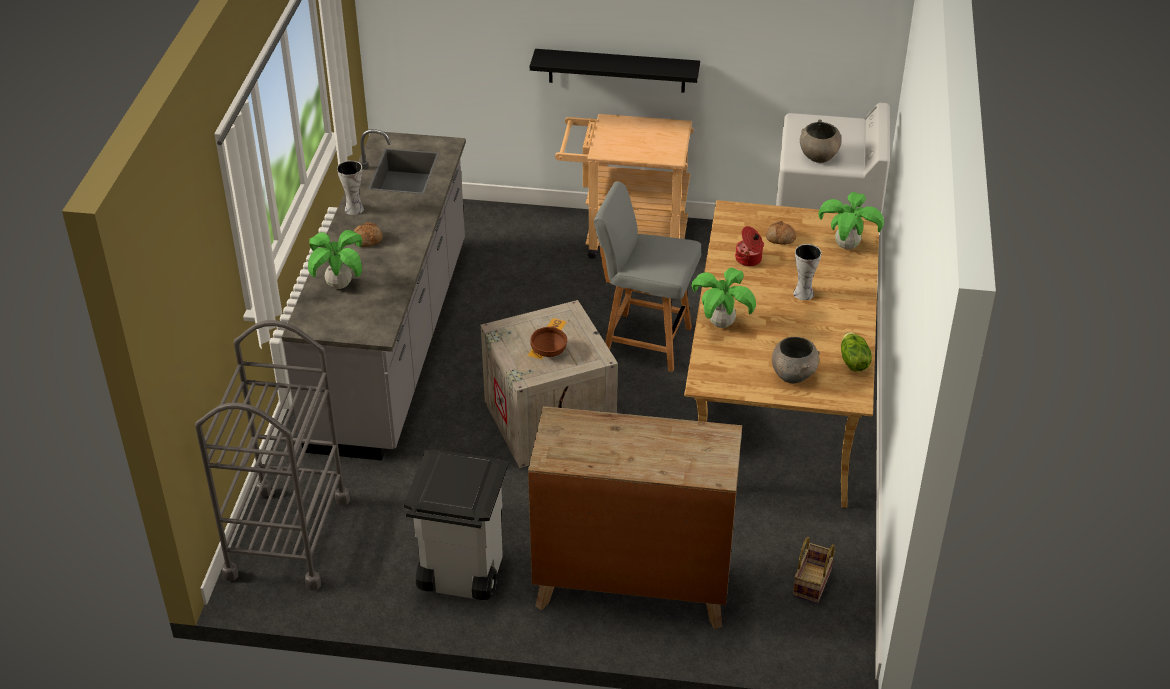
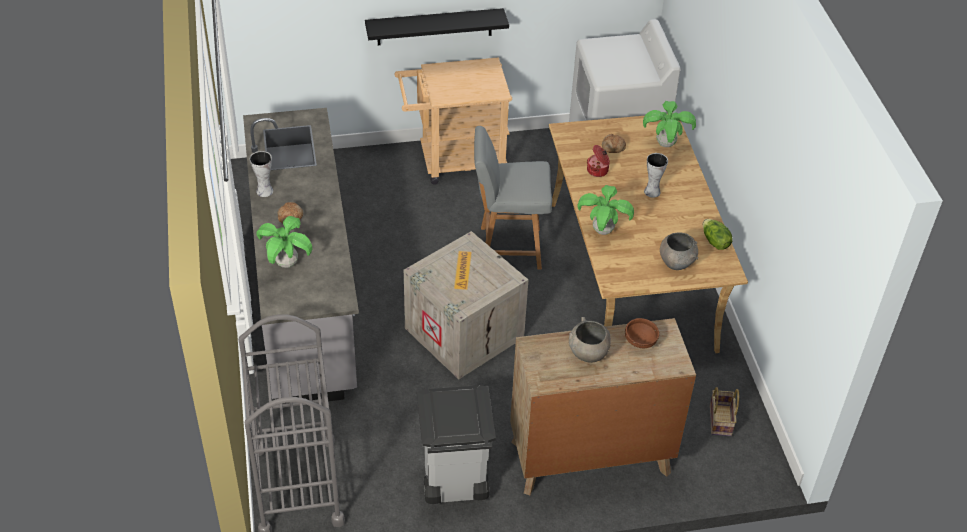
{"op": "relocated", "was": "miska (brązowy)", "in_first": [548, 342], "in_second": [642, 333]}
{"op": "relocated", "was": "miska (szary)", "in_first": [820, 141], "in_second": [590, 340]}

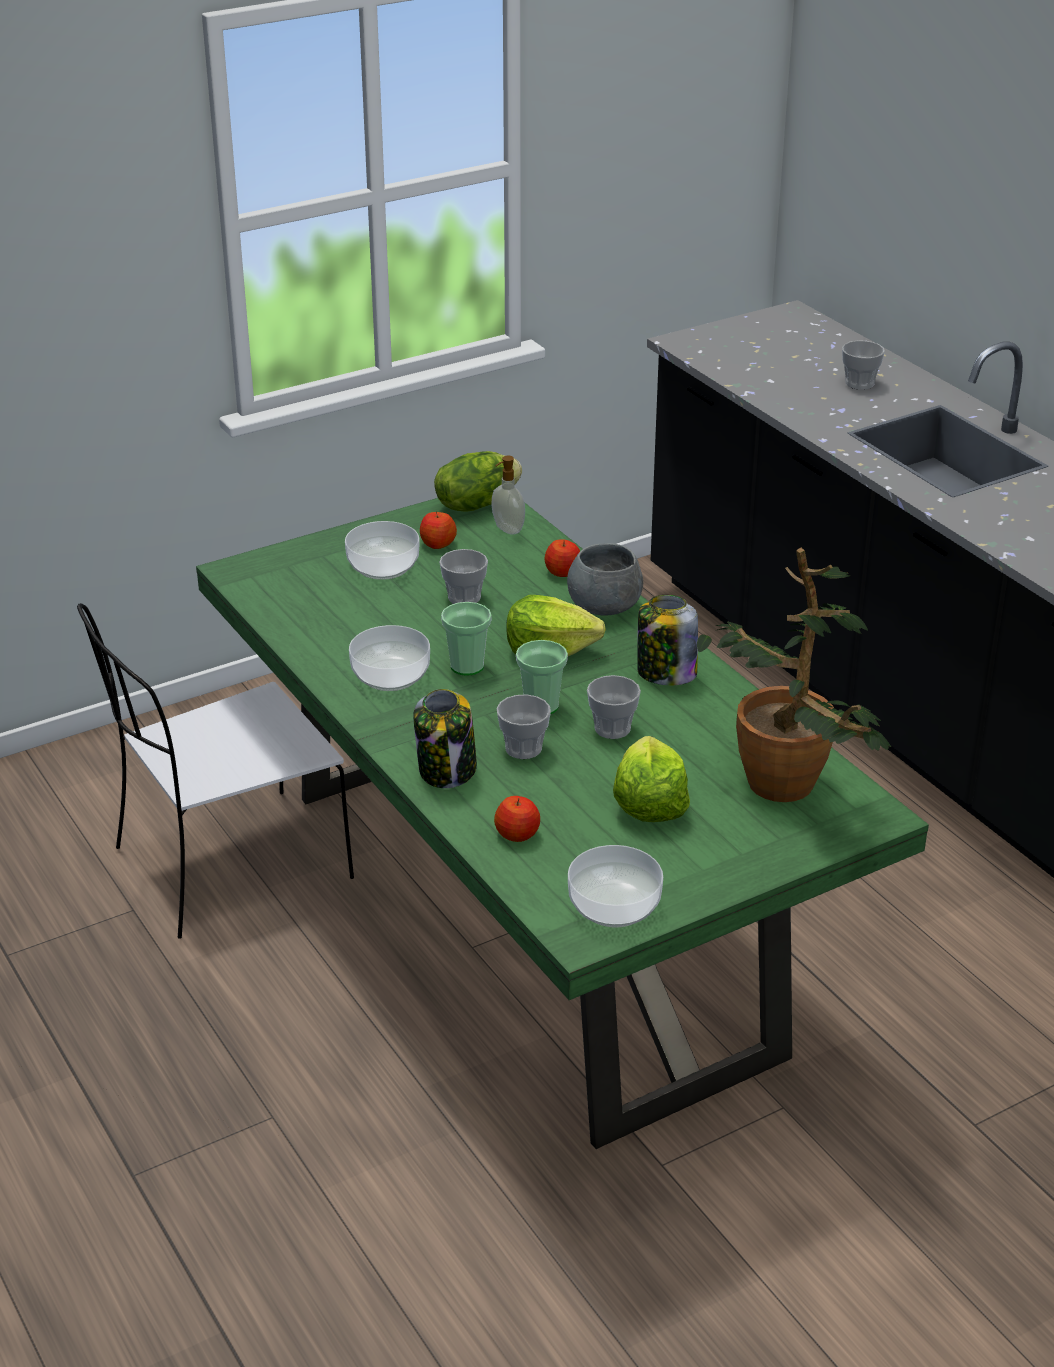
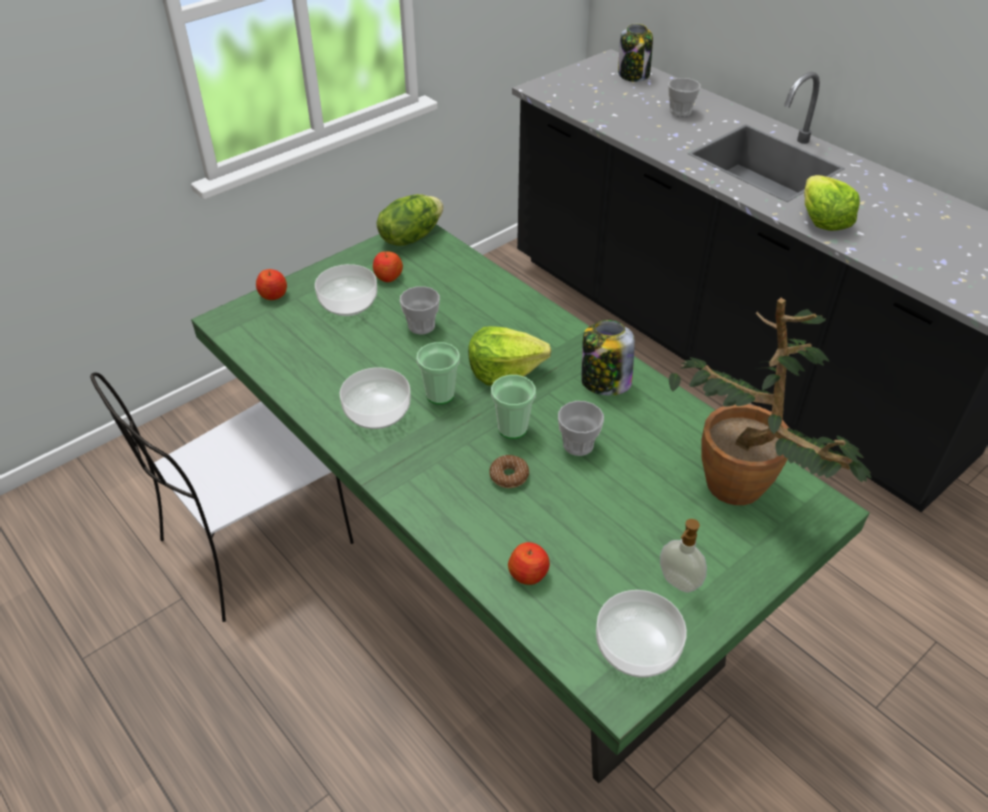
{"op": "relocated", "was": "słoik", "in_first": [445, 738], "in_second": [635, 53]}
{"op": "relocated", "was": "dozownik mydła", "in_first": [508, 495], "in_second": [683, 556]}
{"op": "exchanged", "was": "filiżanka", "now": "donut", "in_first": [523, 726], "in_second": [509, 471]}
{"op": "relocated", "was": "jabłko", "in_first": [562, 558], "in_second": [271, 284]}
{"op": "missing", "was": "miska (szary)", "in_first": [605, 579]}
{"op": "relocated", "was": "sałata", "in_first": [651, 779], "in_second": [832, 203]}

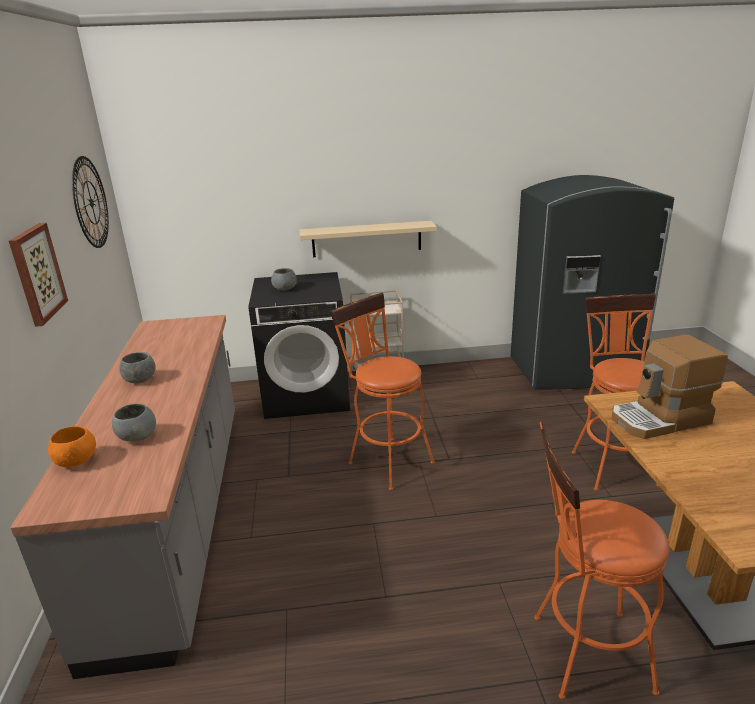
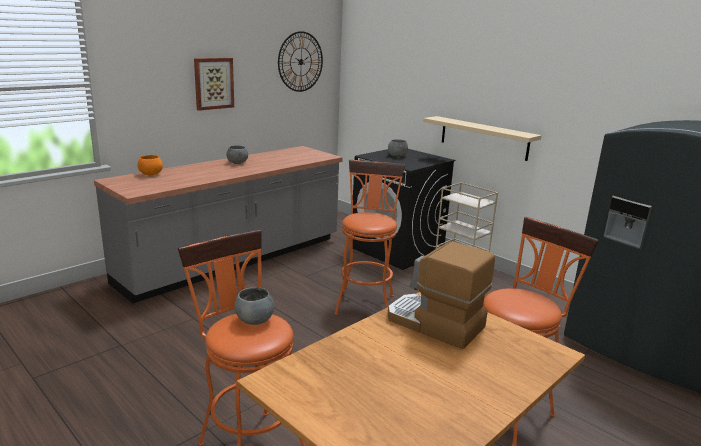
{"op": "relocated", "was": "miska (szary)", "in_first": [134, 423], "in_second": [254, 306]}

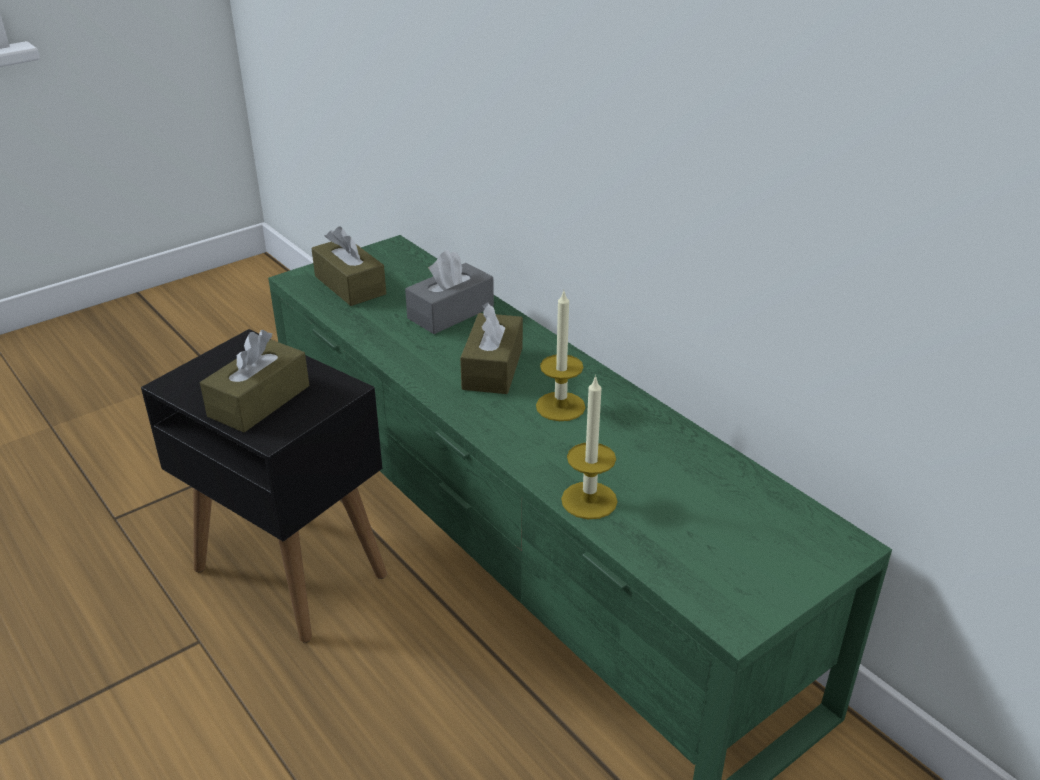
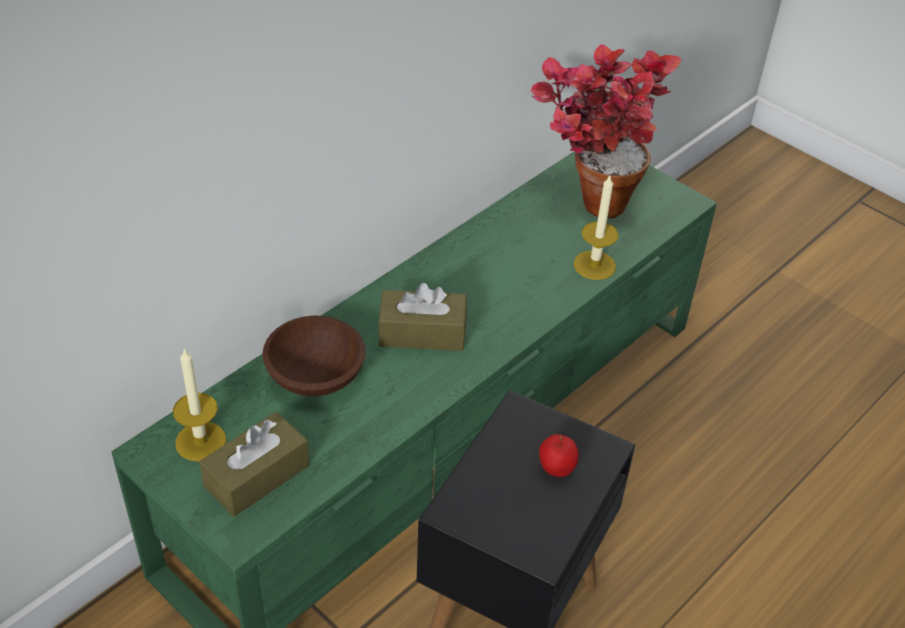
{"op": "exchanged", "was": "pudełko chusteczek (brązowy)", "now": "jabłko", "in_first": [255, 381], "in_second": [559, 455]}
{"op": "exchanged", "was": "pudełko chusteczek (szary)", "now": "miska (brązowy)", "in_first": [449, 292], "in_second": [314, 356]}
{"op": "relocated", "was": "świeca", "in_first": [561, 355], "in_second": [199, 405]}
{"op": "appeared", "now": "roślina doniczkowa", "in_second": [606, 131]}

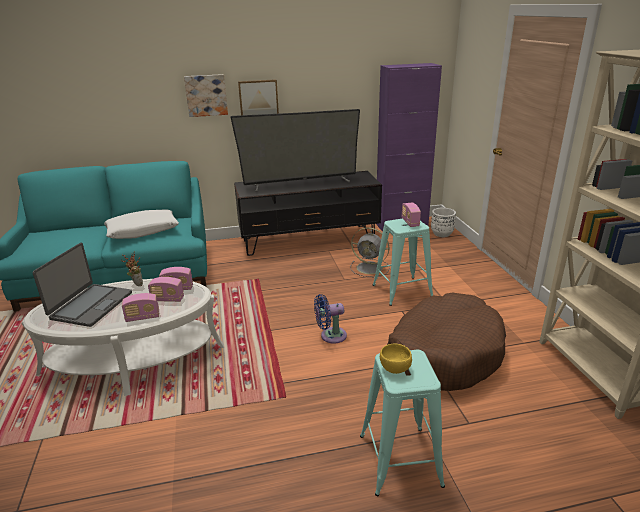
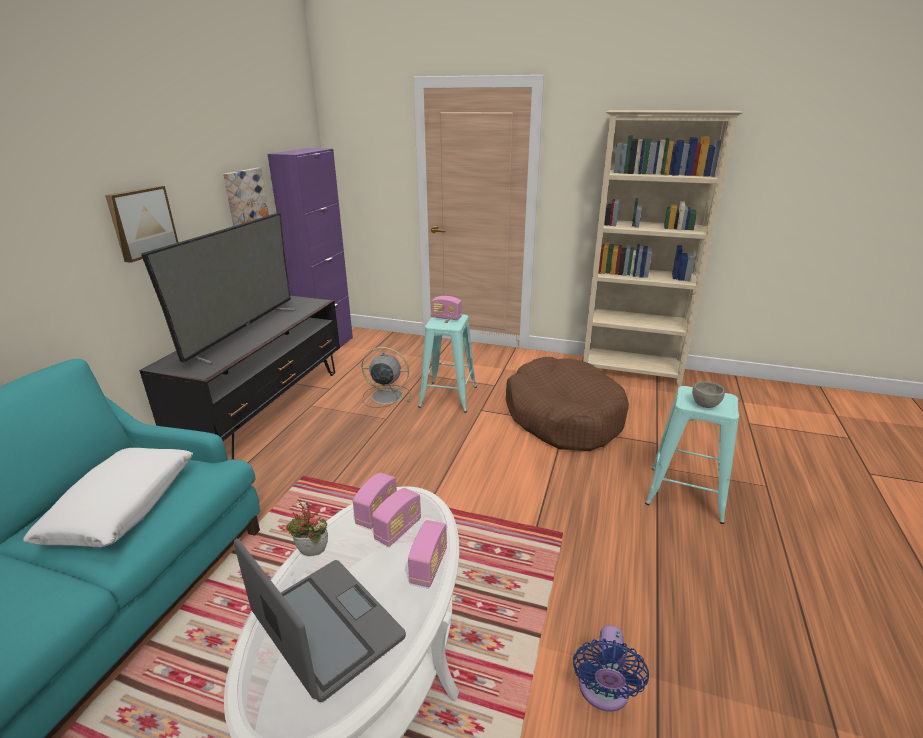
{"op": "relocated", "was": "obraz", "in_first": [206, 95], "in_second": [246, 197]}
{"op": "relocated", "was": "wentylator (niebieski)", "in_first": [330, 319], "in_second": [611, 668]}
{"op": "spun", "was": "wentylator (szary)", "in_first": [370, 252], "in_second": [386, 377], "clockwise": -135}
{"op": "colour", "was": "miska (żółty)", "now": "miska (szary)", "in_first": [396, 359], "in_second": [708, 394]}
{"op": "missing", "was": "donica (biały)", "in_first": [443, 222]}

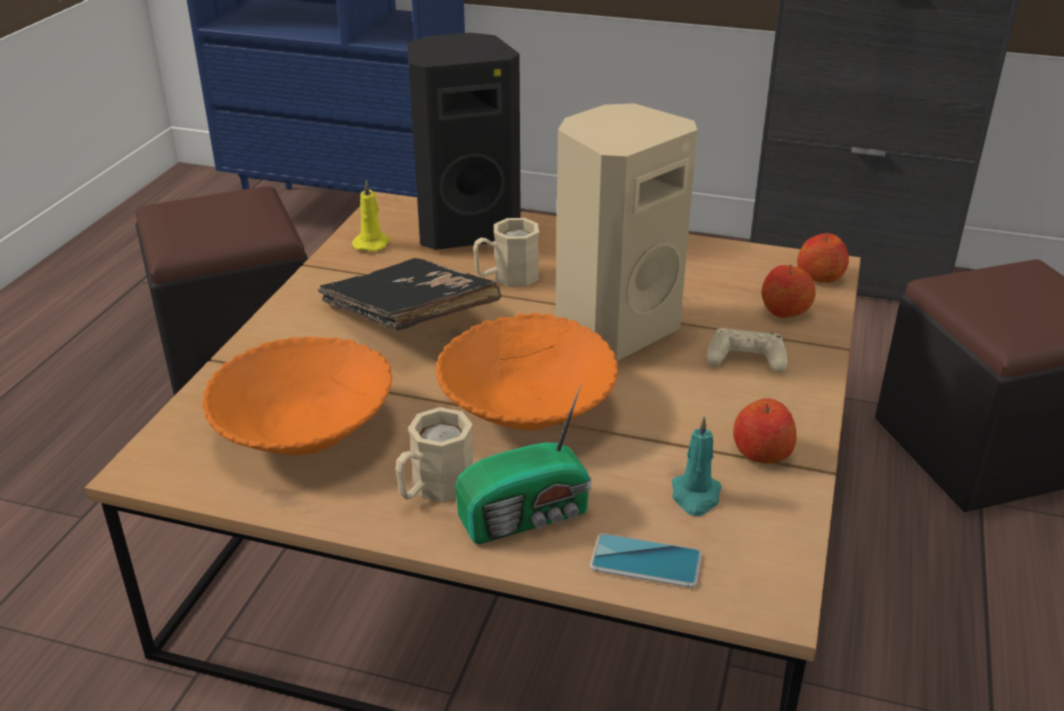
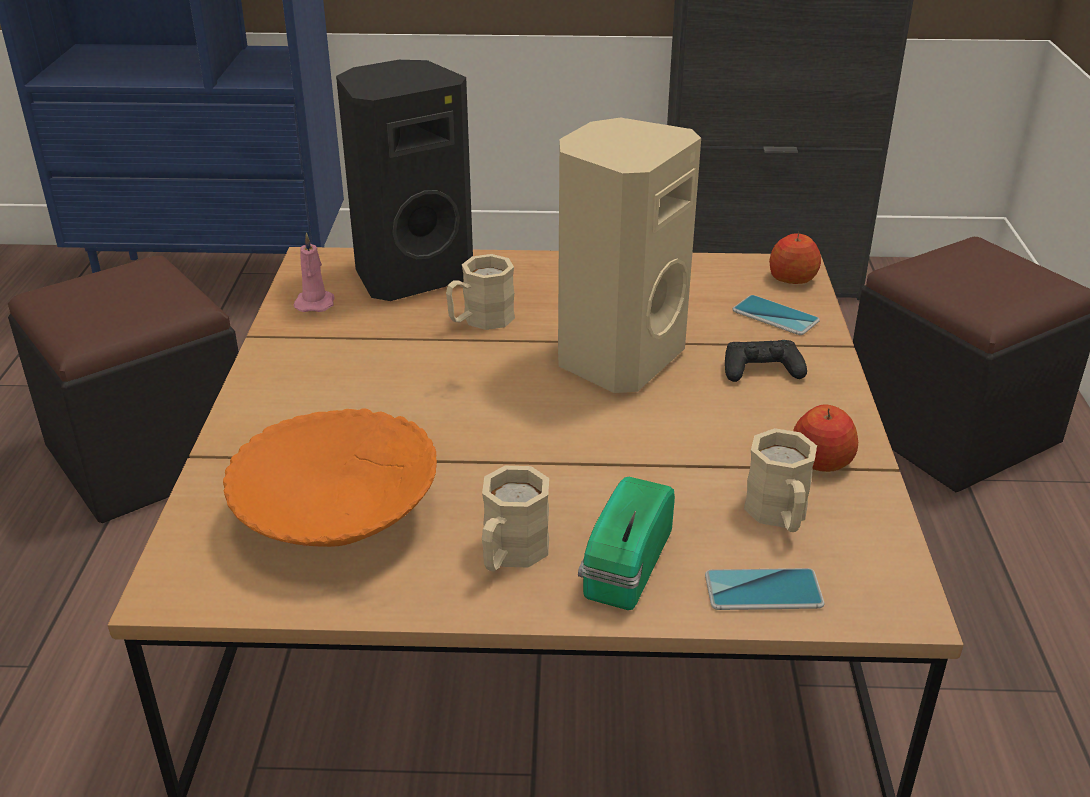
{"op": "missing", "was": "książka (czarny)", "in_first": [409, 294]}
{"op": "colour", "was": "świeca (żółty)", "now": "świeca (różowy)", "in_first": [371, 216], "in_second": [314, 272]}
{"op": "missing", "was": "miska (pomarańczowy)", "in_first": [527, 371]}
{"op": "spun", "was": "radio", "in_first": [523, 464], "in_second": [626, 543], "clockwise": 150}
{"op": "exchanged", "was": "świeca (turkusowy)", "now": "kubek (beżowy)", "in_first": [697, 466], "in_second": [780, 480]}
{"op": "colour", "was": "pad do gier (beżowy)", "now": "pad do gier (czarny)", "in_first": [747, 350], "in_second": [766, 361]}
{"op": "exchanged", "was": "jabłko", "now": "telefon", "in_first": [789, 291], "in_second": [776, 315]}

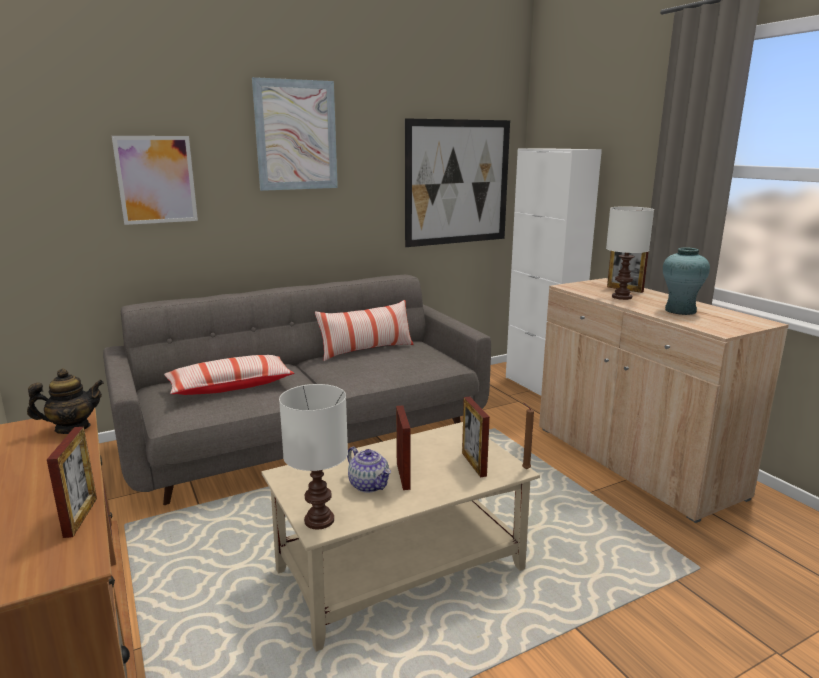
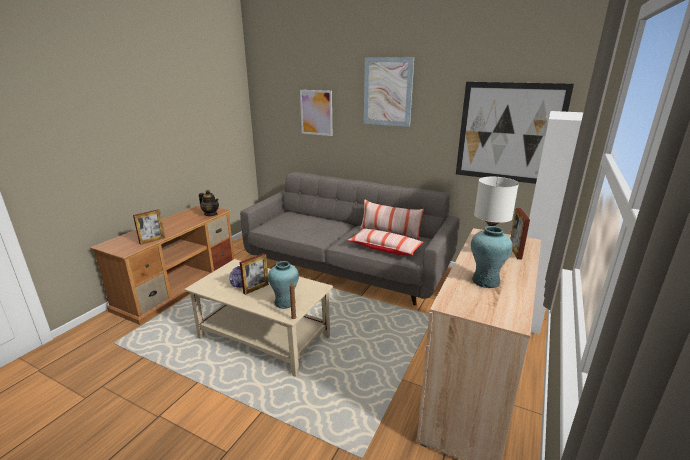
{"op": "relocated", "was": "poduszka", "in_first": [229, 375], "in_second": [385, 242]}
{"op": "missing", "was": "lampa stołowa (biały)", "in_first": [313, 456]}
{"op": "exchanged", "was": "ramka na zdjęcie", "now": "wazon (turkusowy)", "in_first": [476, 437], "in_second": [283, 285]}

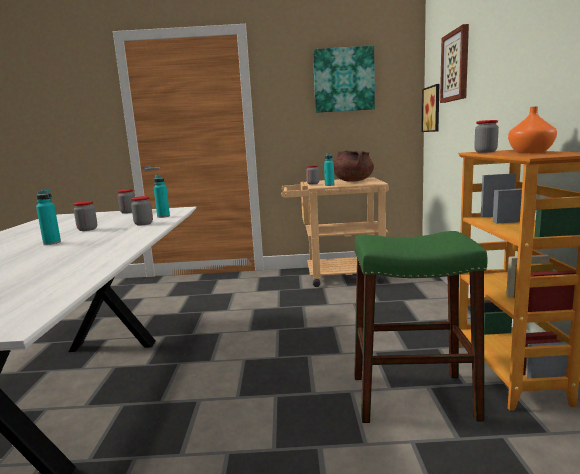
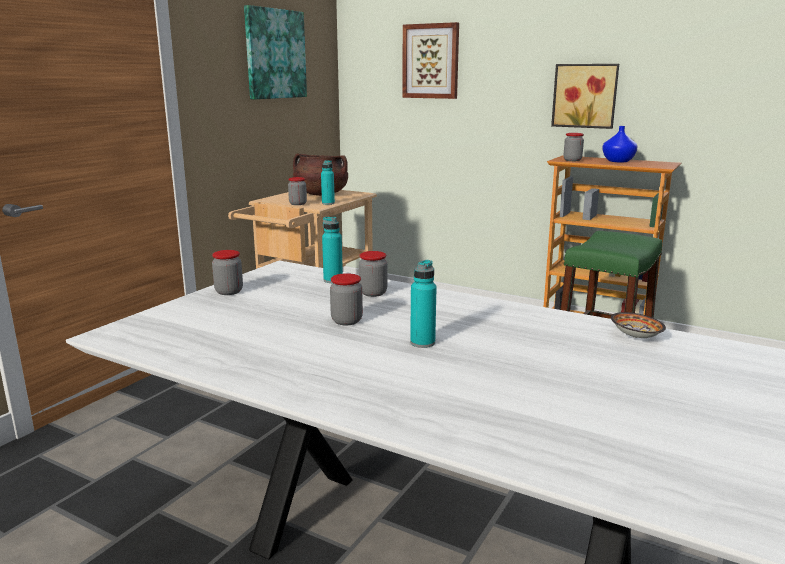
{"op": "relocated", "was": "obraz", "in_first": [430, 108], "in_second": [585, 96]}
{"op": "colour", "was": "wazon (pomarańczowy)", "now": "wazon (niebieski)", "in_first": [532, 129], "in_second": [620, 144]}
{"op": "appeared", "now": "miska", "in_second": [638, 325]}

